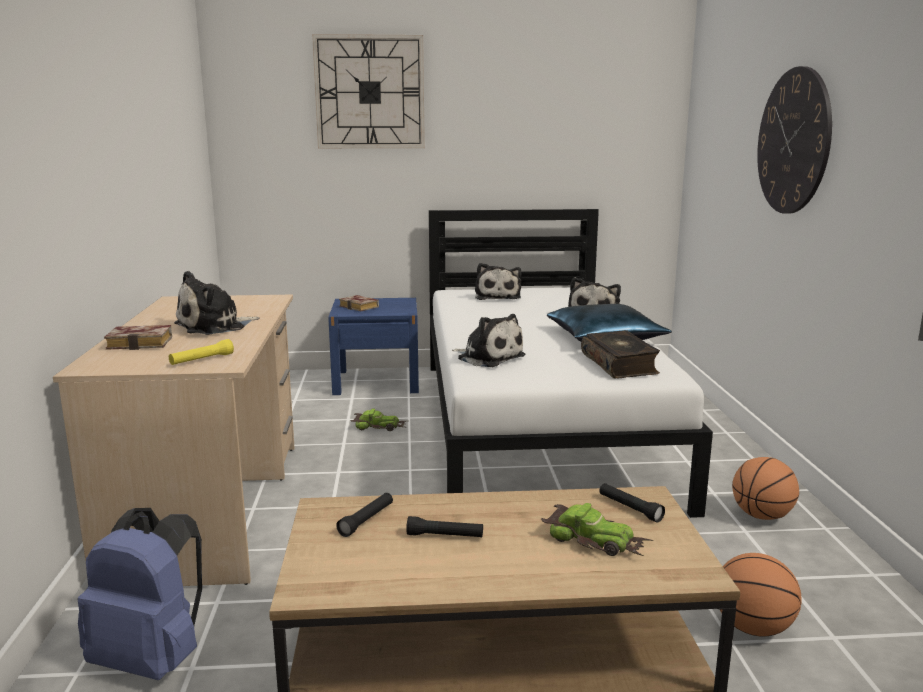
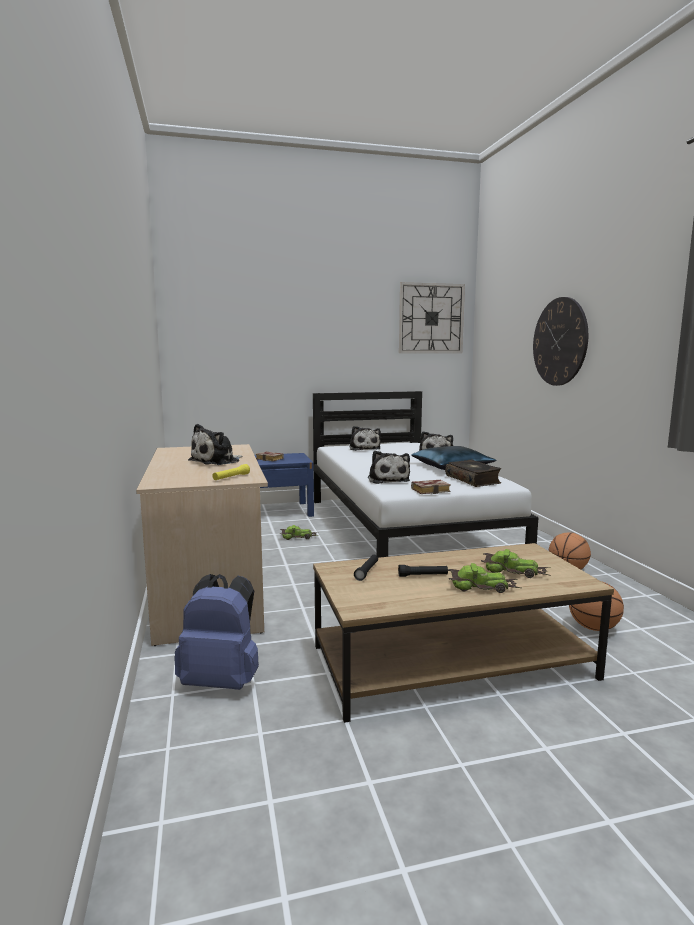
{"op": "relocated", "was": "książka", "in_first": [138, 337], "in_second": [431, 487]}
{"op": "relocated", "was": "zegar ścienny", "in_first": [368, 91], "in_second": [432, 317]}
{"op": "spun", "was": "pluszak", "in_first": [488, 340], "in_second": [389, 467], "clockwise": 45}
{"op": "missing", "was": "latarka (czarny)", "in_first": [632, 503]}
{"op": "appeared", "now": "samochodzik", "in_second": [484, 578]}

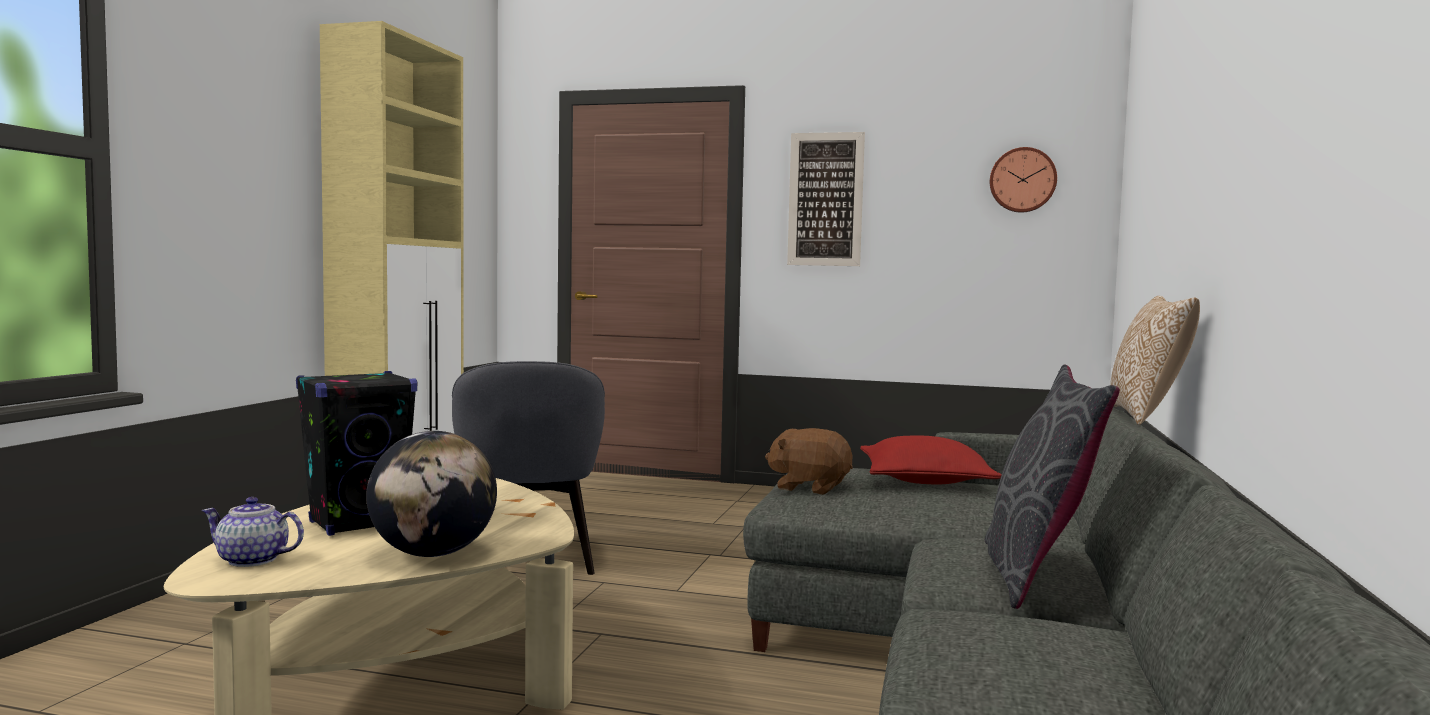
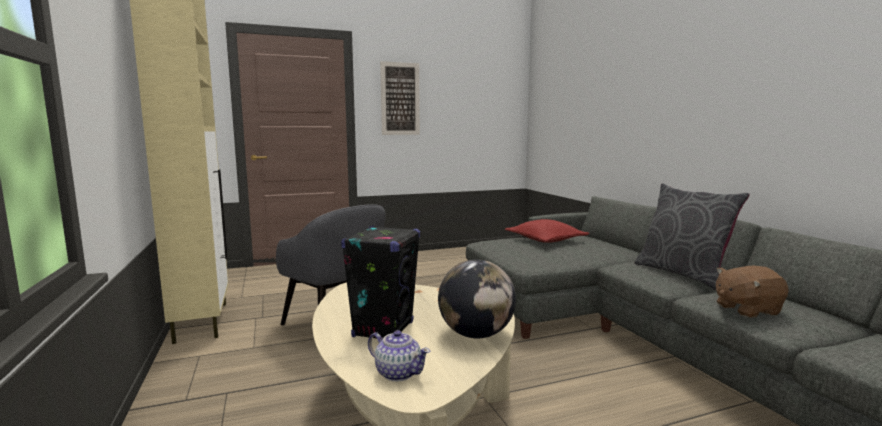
{"op": "spun", "was": "imbryk", "in_first": [252, 532], "in_second": [399, 356], "clockwise": -120}
{"op": "relocated", "was": "pluszak (brązowy)", "in_first": [809, 461], "in_second": [752, 292]}
{"op": "missing", "was": "zegar ścienny", "in_first": [1023, 180]}
{"op": "missing", "was": "poduszka", "in_first": [1155, 360]}

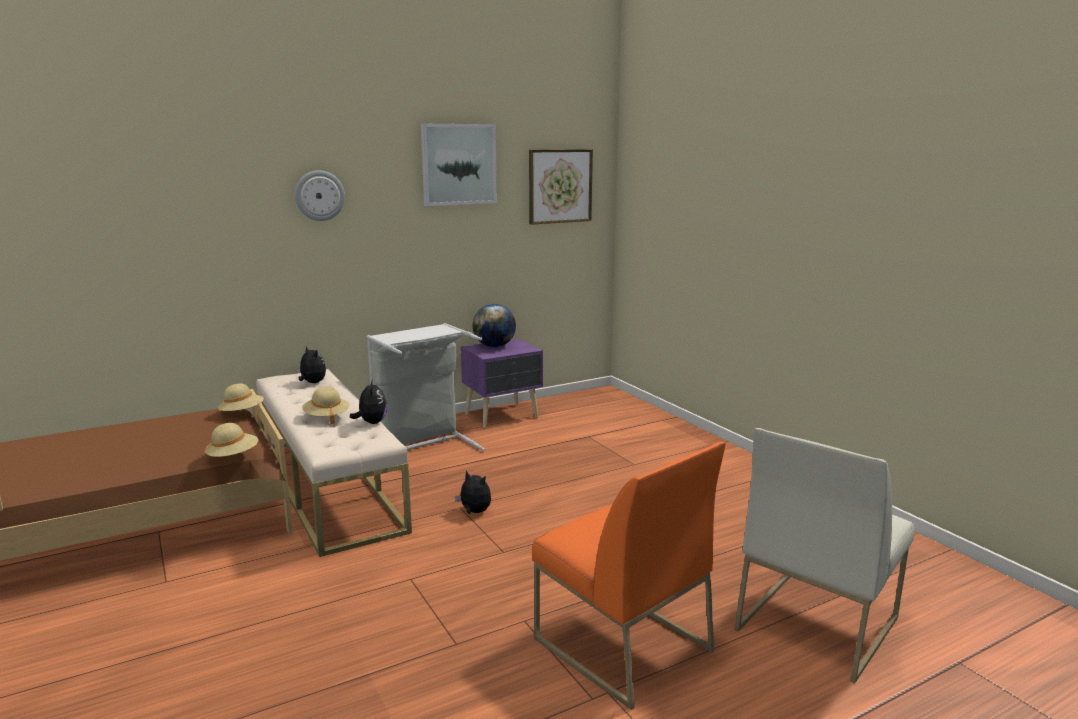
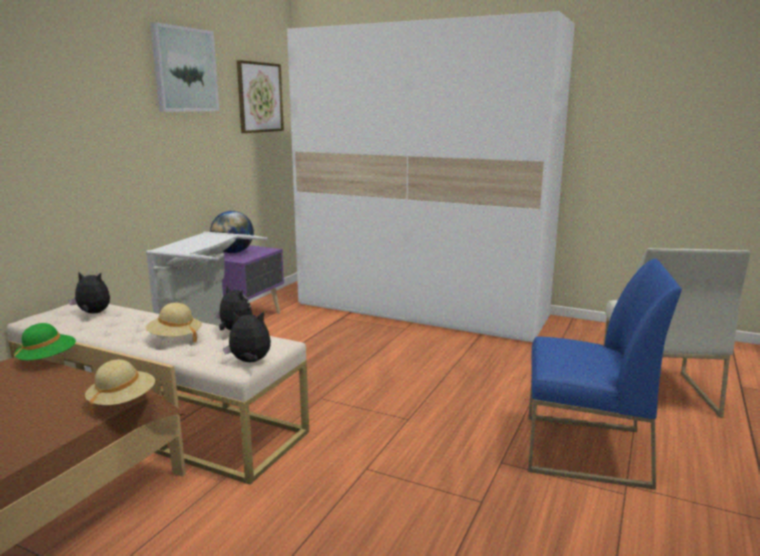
{"op": "colour", "was": "kapelusz (beżowy)", "now": "kapelusz (zielony)", "in_first": [241, 398], "in_second": [45, 344]}
{"op": "missing", "was": "zegar ścienny", "in_first": [320, 195]}
{"op": "relocated", "was": "pluszak", "in_first": [473, 492], "in_second": [247, 336]}
{"op": "colour", "was": "krzesło (pomarańczowy)", "now": "krzesło (niebieski)", "in_first": [629, 575], "in_second": [605, 374]}
{"op": "appeared", "now": "szafa (biały)", "in_second": [431, 177]}

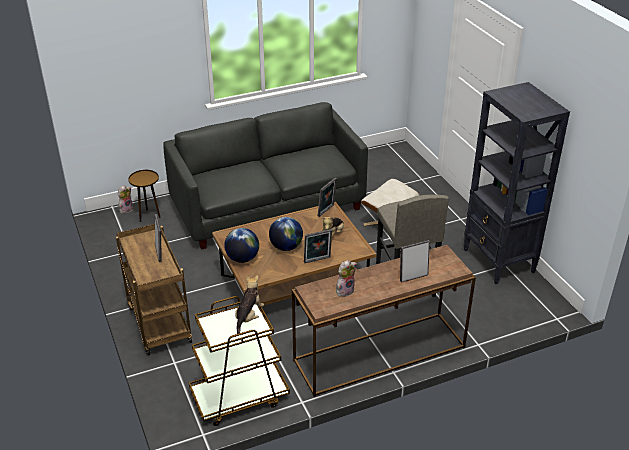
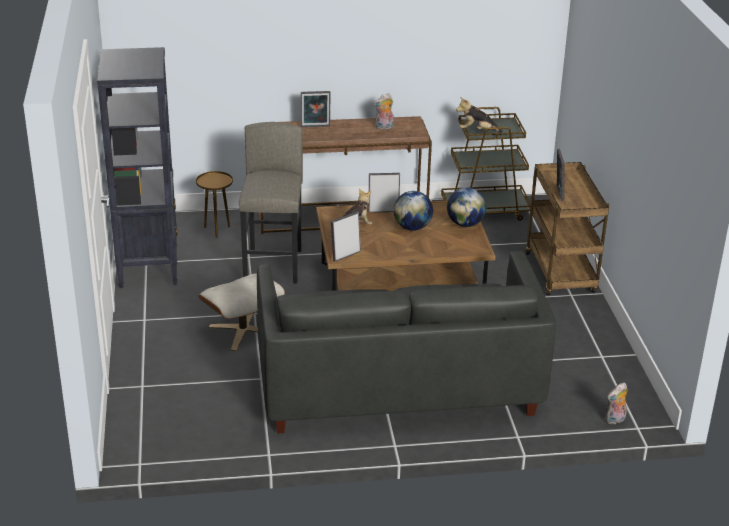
{"op": "relocated", "was": "stolik (brązowy)", "in_first": [144, 196], "in_second": [214, 204]}
{"op": "spun", "was": "pluszak", "in_first": [249, 304], "in_second": [479, 115], "clockwise": 60}

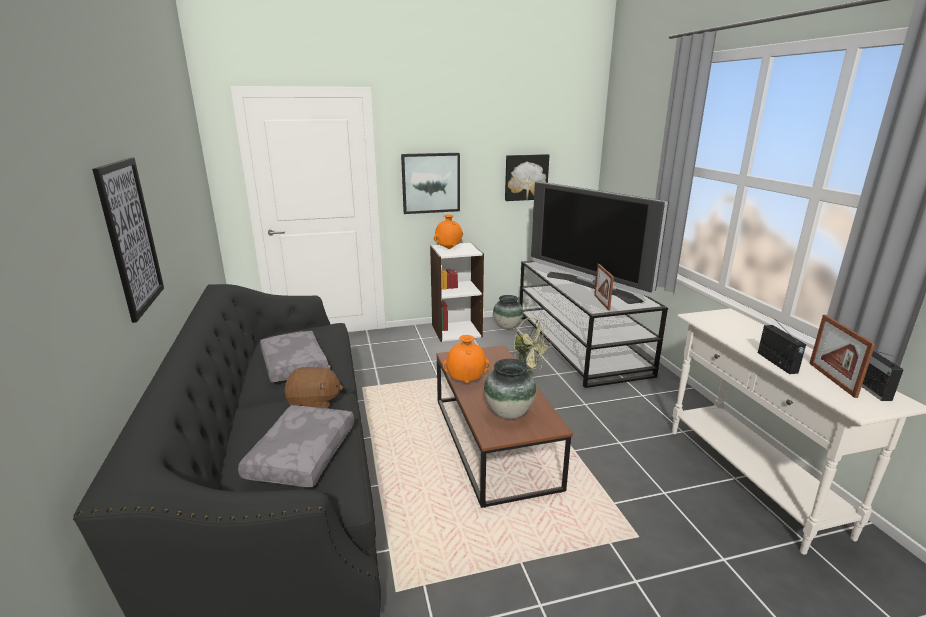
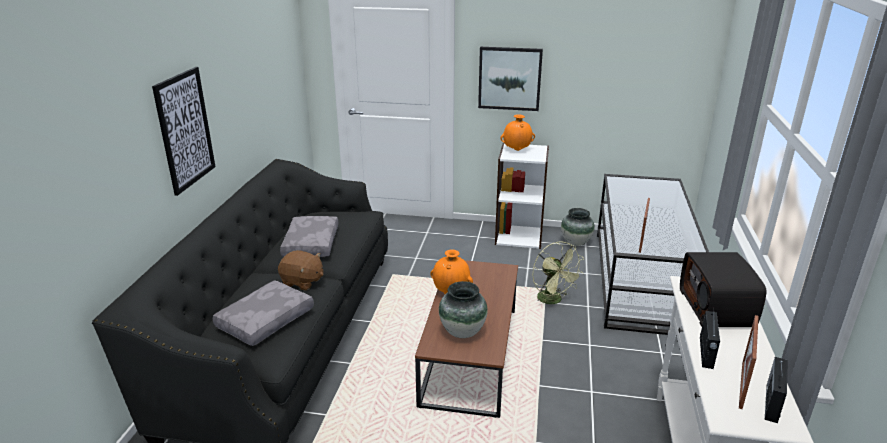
{"op": "missing", "was": "obraz", "in_first": [527, 177]}
{"op": "missing", "was": "telewizor", "in_first": [600, 243]}
{"op": "appeared", "now": "radio", "in_second": [723, 289]}

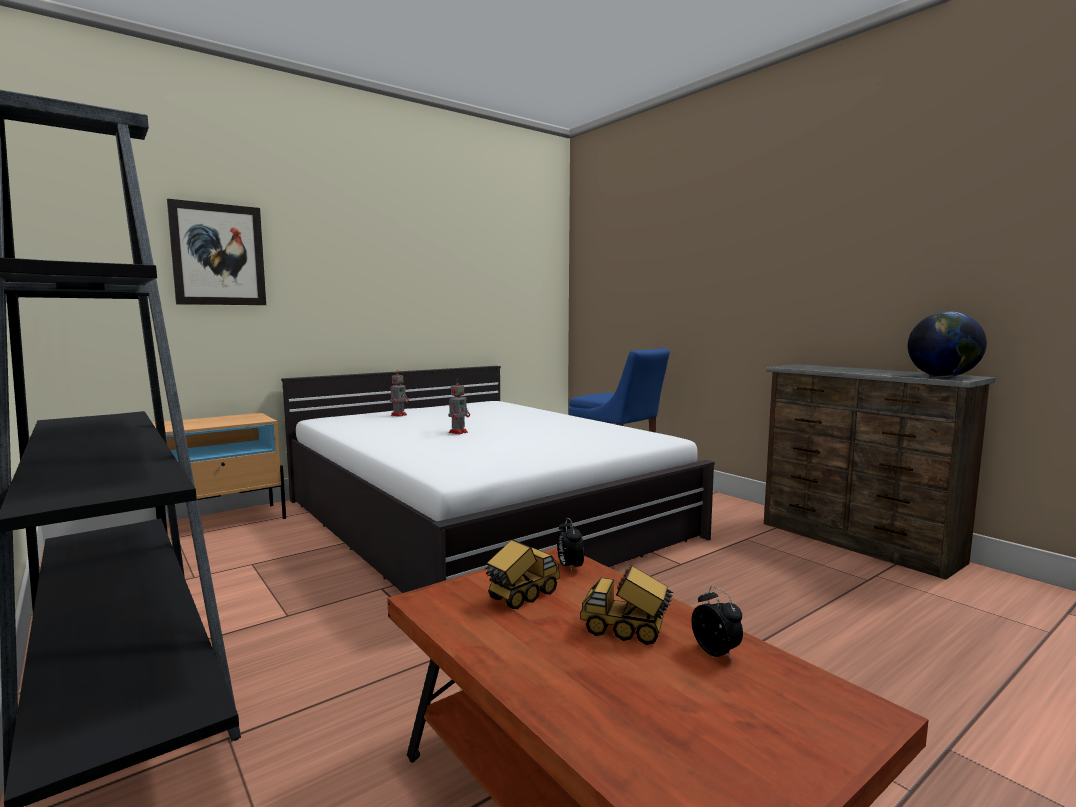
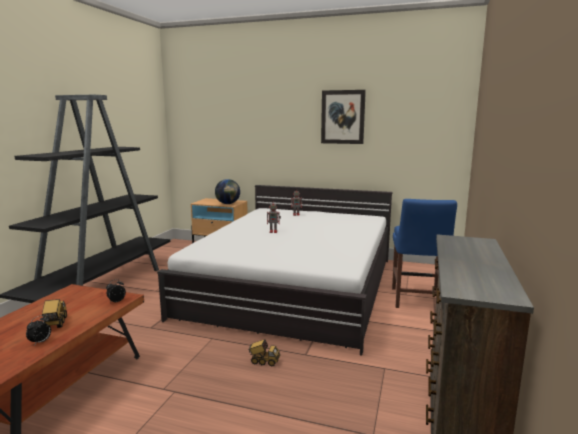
{"op": "relocated", "was": "obraz", "in_first": [216, 252], "in_second": [343, 117]}
{"op": "relocated", "was": "ciężarówka zabawkowa", "in_first": [522, 574], "in_second": [264, 353]}
{"op": "relocated", "was": "globus", "in_first": [947, 344], "in_second": [227, 191]}

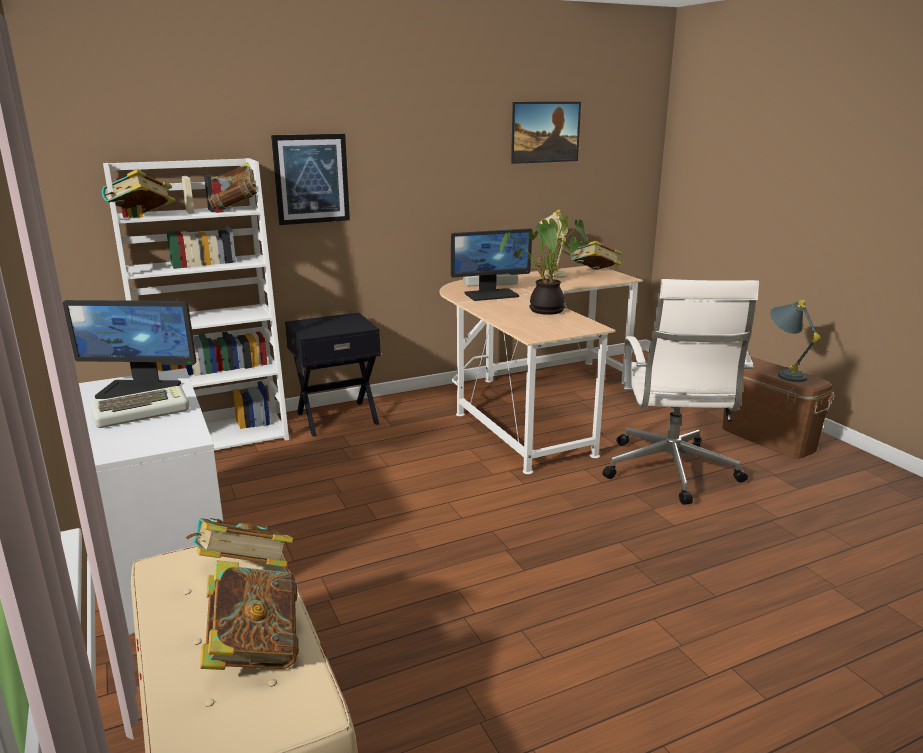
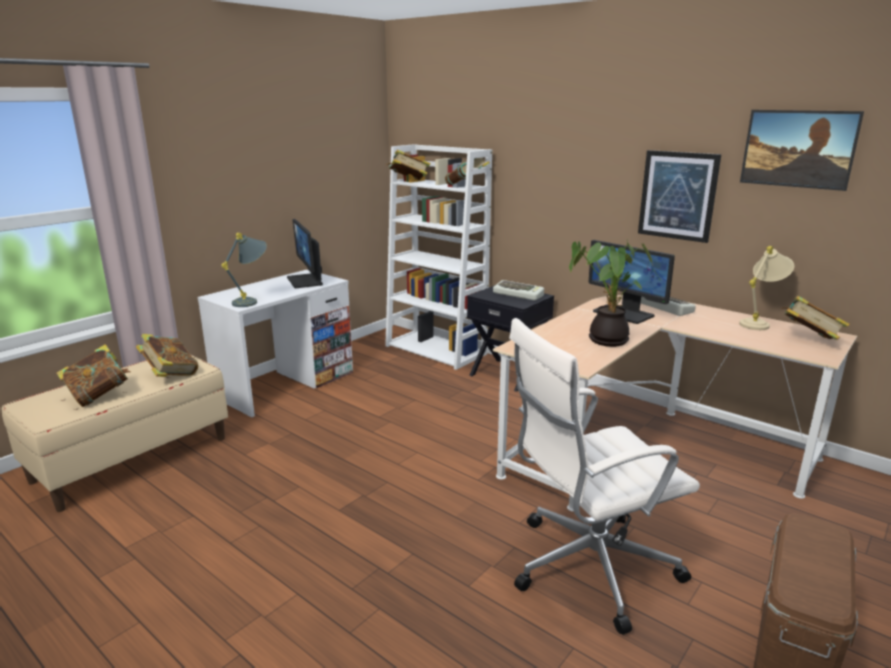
{"op": "relocated", "was": "klawiatura", "in_first": [140, 407], "in_second": [518, 290]}
{"op": "relocated", "was": "obraz", "in_first": [310, 179], "in_second": [679, 196]}
{"op": "relocated", "was": "lampa stołowa (szary)", "in_first": [795, 341], "in_second": [244, 270]}

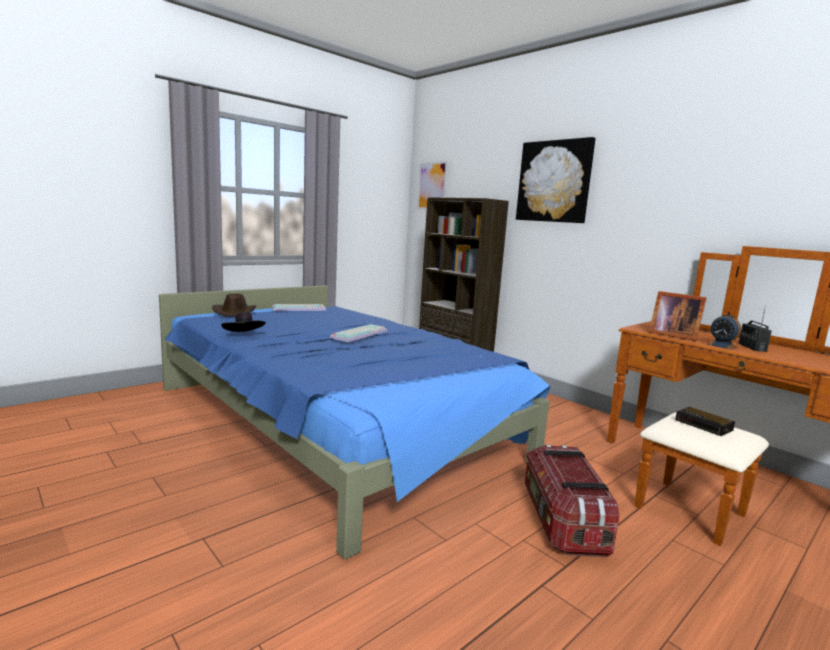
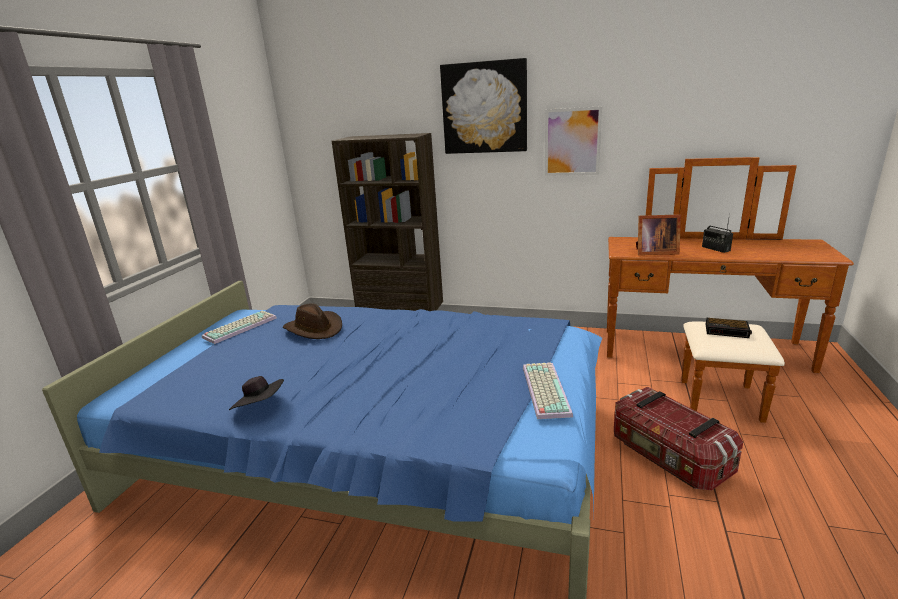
{"op": "relocated", "was": "kapelusz (brązowy)", "in_first": [234, 305], "in_second": [312, 321]}
{"op": "relocated", "was": "klawiatura", "in_first": [358, 333], "in_second": [548, 390]}
{"op": "relocated", "was": "obraz", "in_first": [432, 185], "in_second": [573, 141]}
{"op": "missing", "was": "budzik", "in_first": [724, 332]}

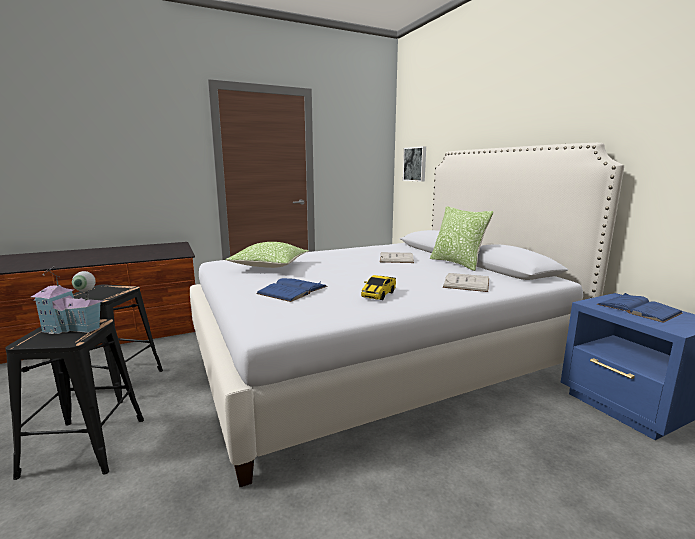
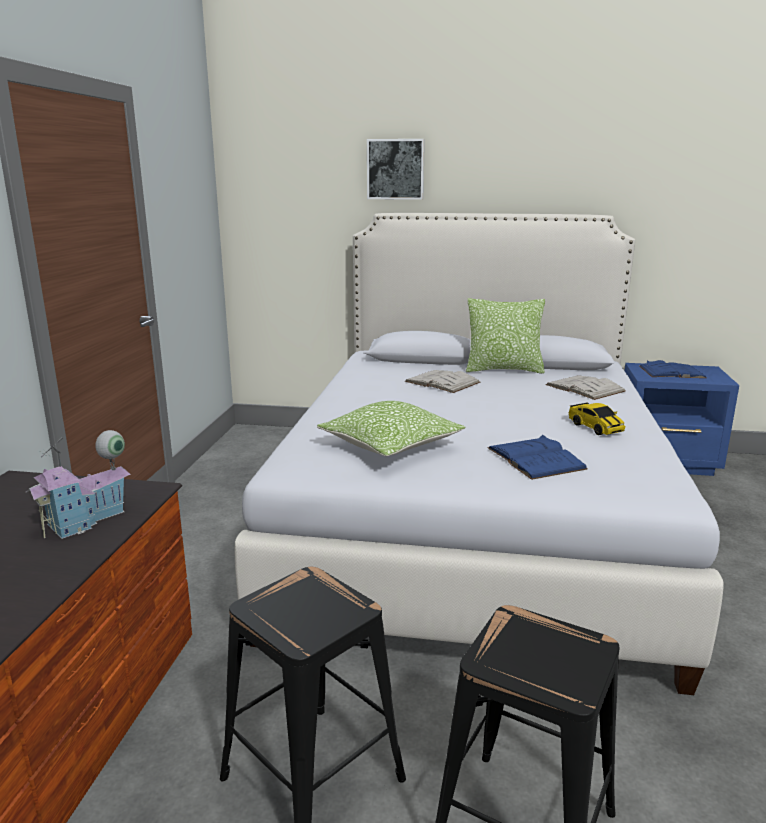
{"op": "relocated", "was": "domek", "in_first": [66, 300], "in_second": [78, 484]}
{"op": "relocated", "was": "obraz", "in_first": [414, 164], "in_second": [396, 169]}

